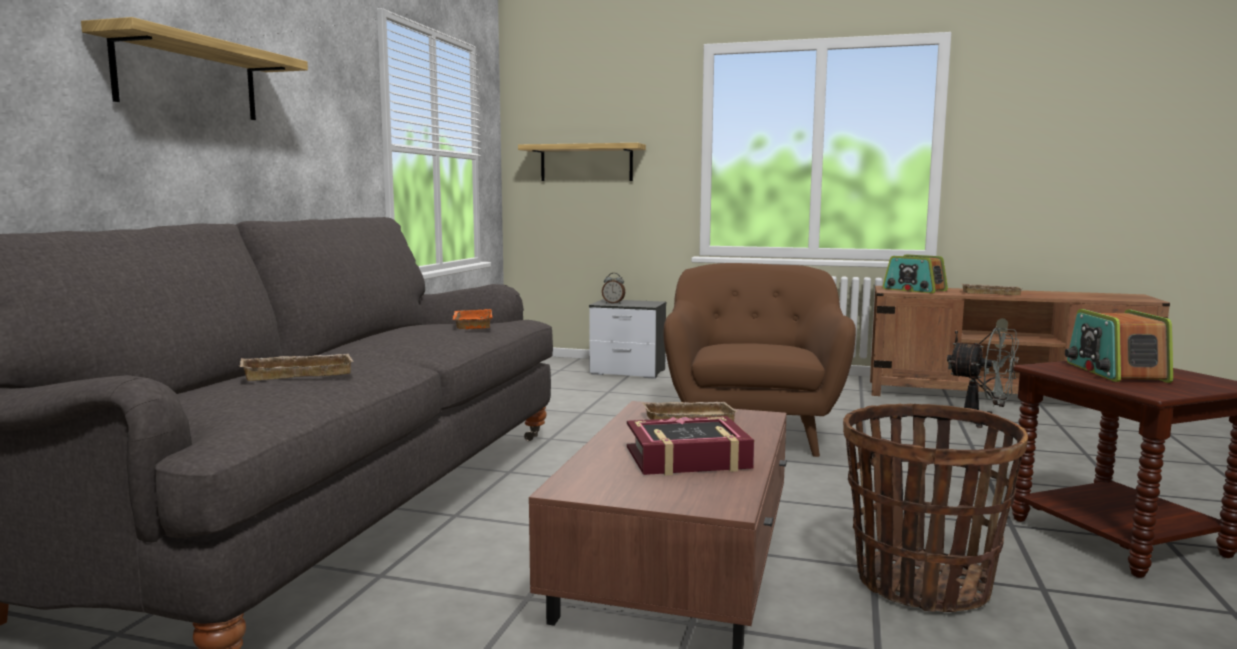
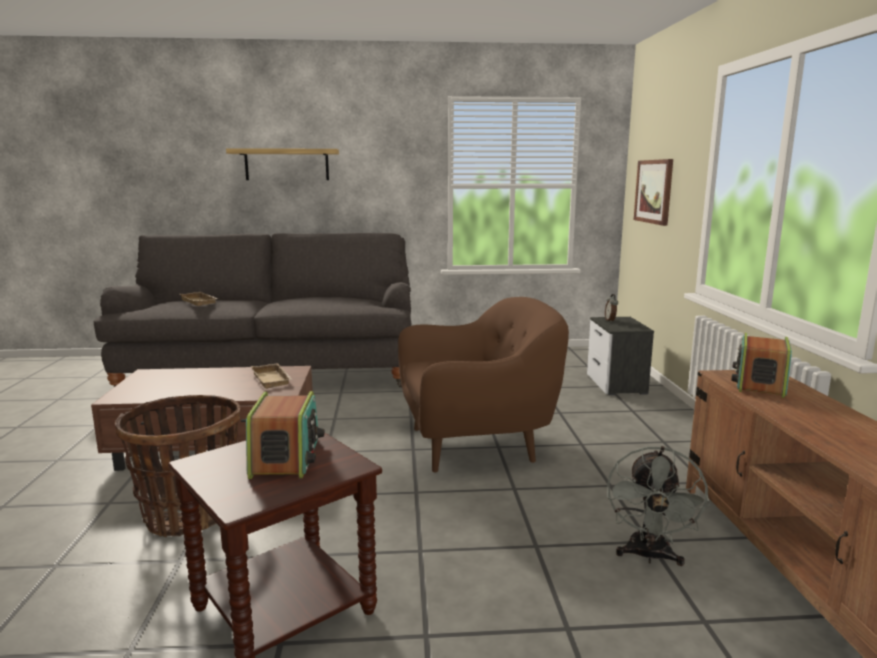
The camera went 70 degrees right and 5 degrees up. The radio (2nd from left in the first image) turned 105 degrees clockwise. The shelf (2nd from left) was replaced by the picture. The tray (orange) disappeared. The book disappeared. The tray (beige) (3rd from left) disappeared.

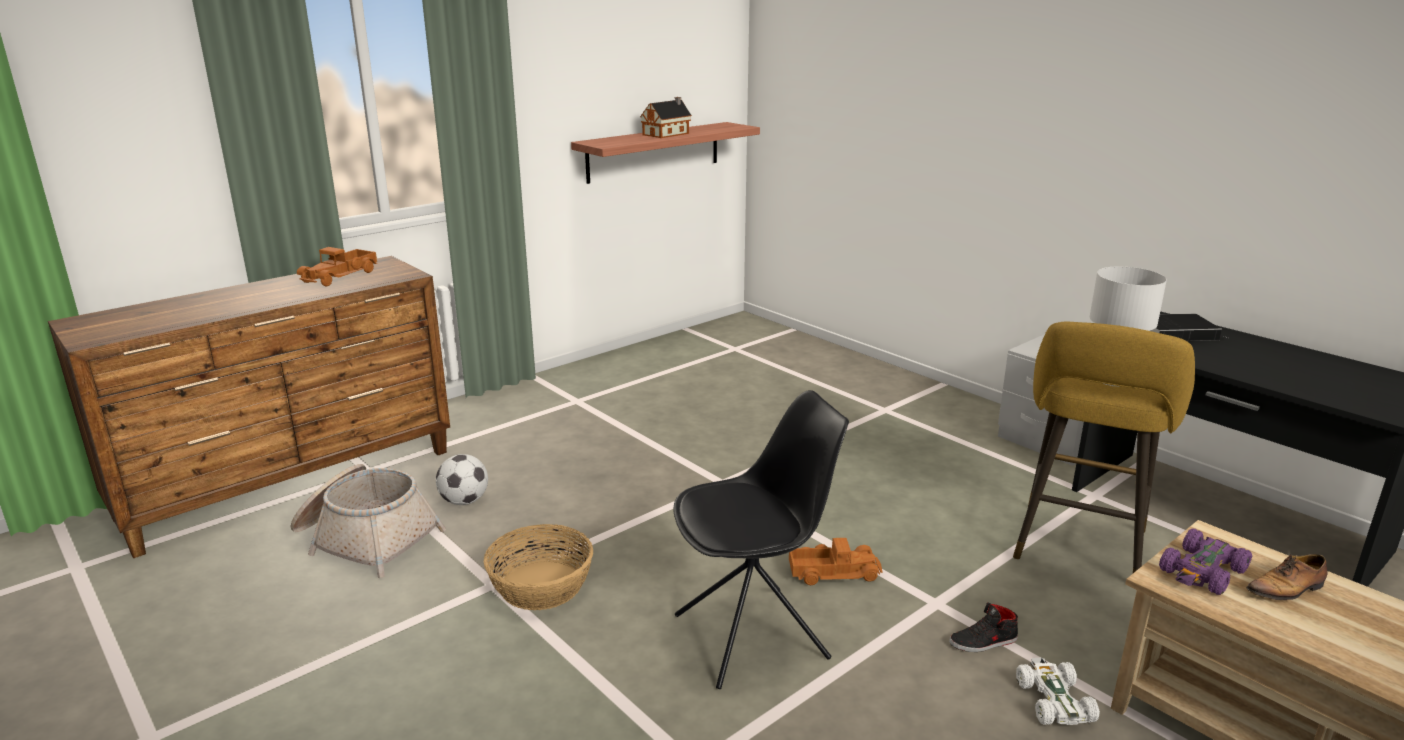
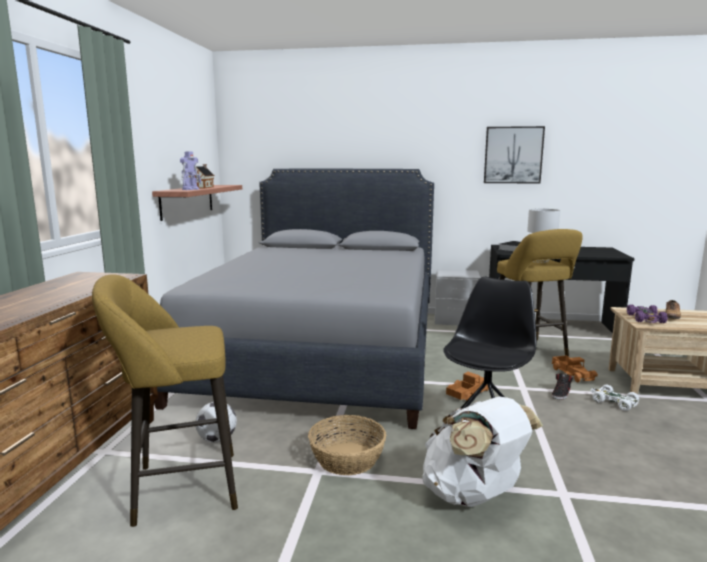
The camera went 40 degrees left and 10 degrees down. The basket (1st from left) was replaced by the stool (yellow) (1st from left). The bed (grey) appeared. The toy robot appeared. The backpack (white) appeared. The picture appeared. The toy truck (1st from left in the first image) moved.

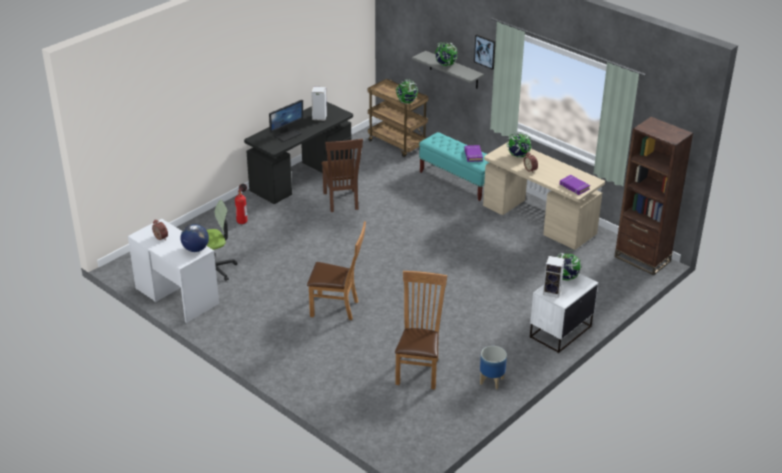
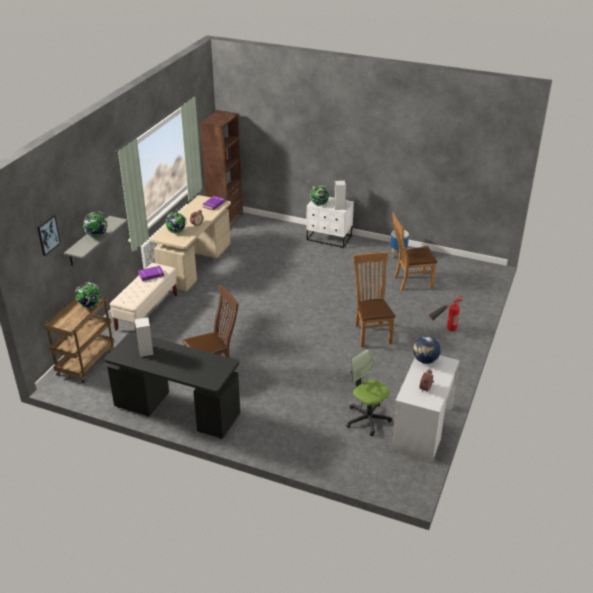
The camera went 110 degrees left and 0 degrees up. The picture moved. The bench (turquoise) became the bench (beige). The fire extinguisher moved. The monitor disappeared.

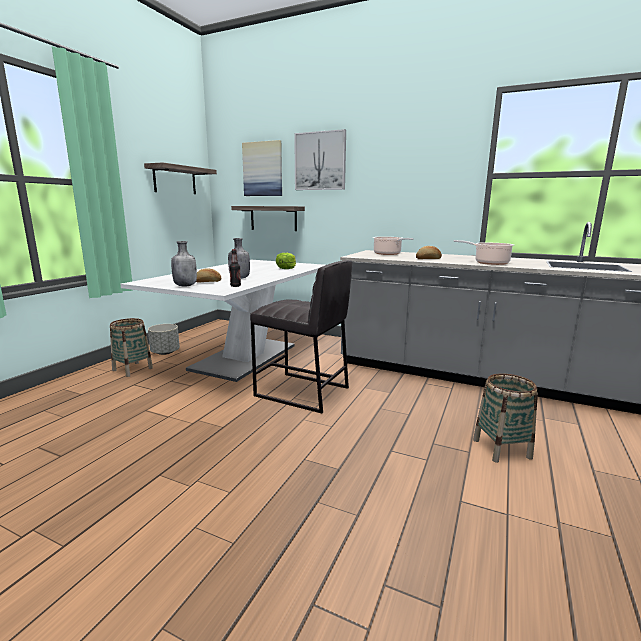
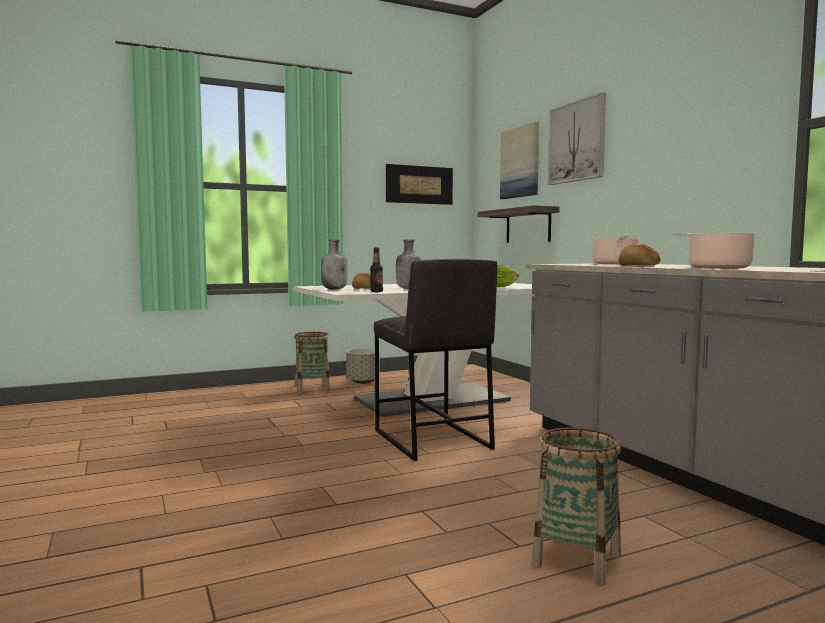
The camera went 40 degrees right and 10 degrees down. The shelf (1st from left) was replaced by the picture (1st from left).

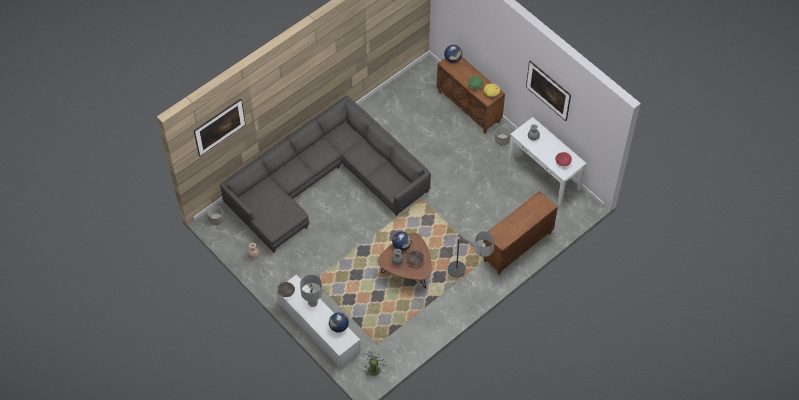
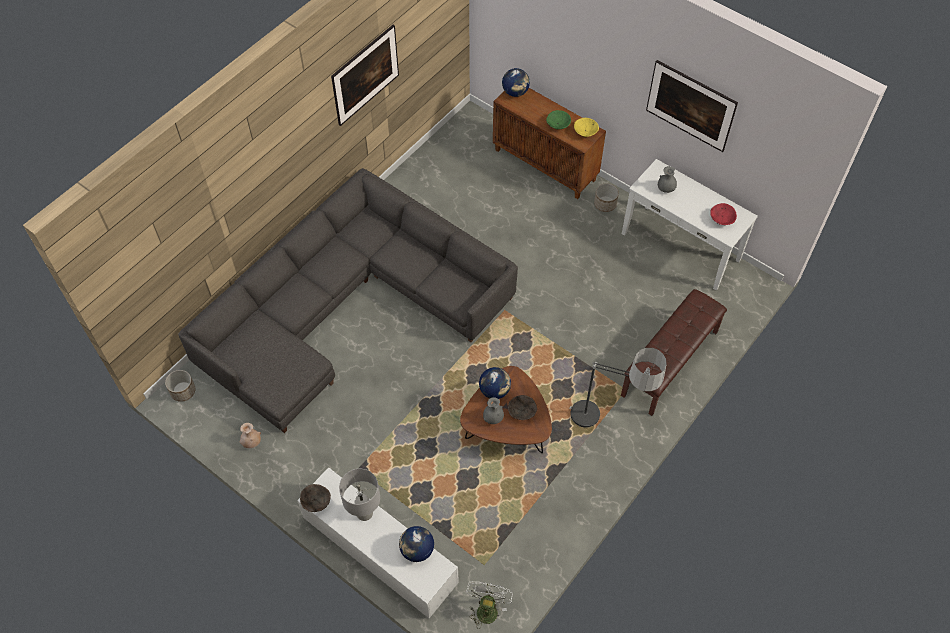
The camera went 10 degrees left and 0 degrees up. The picture (1st from left) moved. The cabinet (brown) (2nd from left) was replaced by the bench (brown).

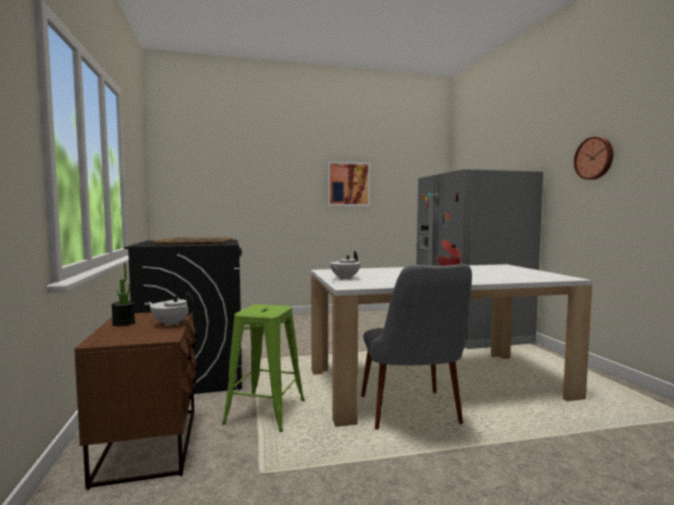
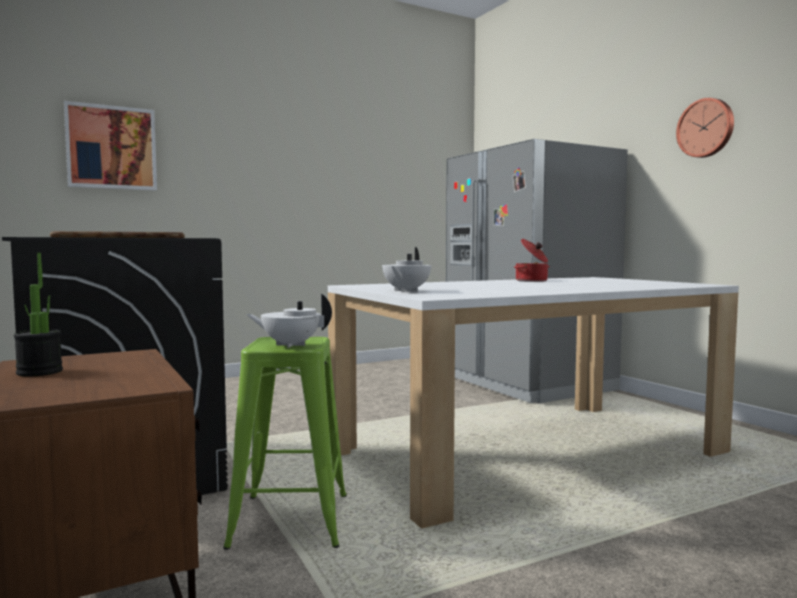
The camera went 15 degrees left and 0 degrees up. The picture moved. The teapot (white) (1st from left) moved. The chair (grey) disappeared.

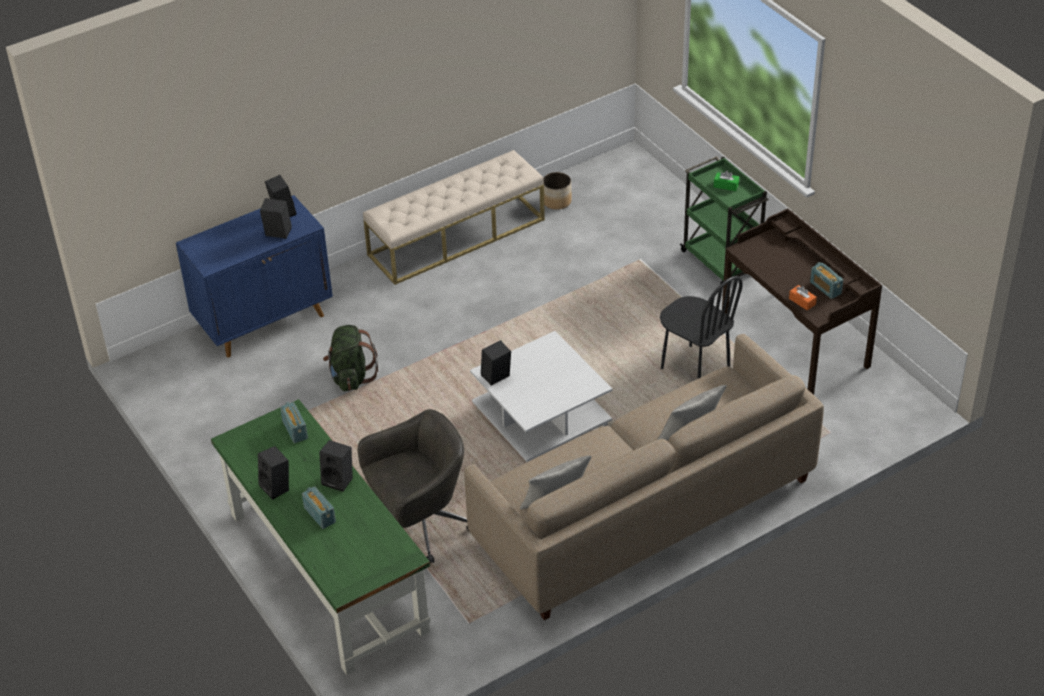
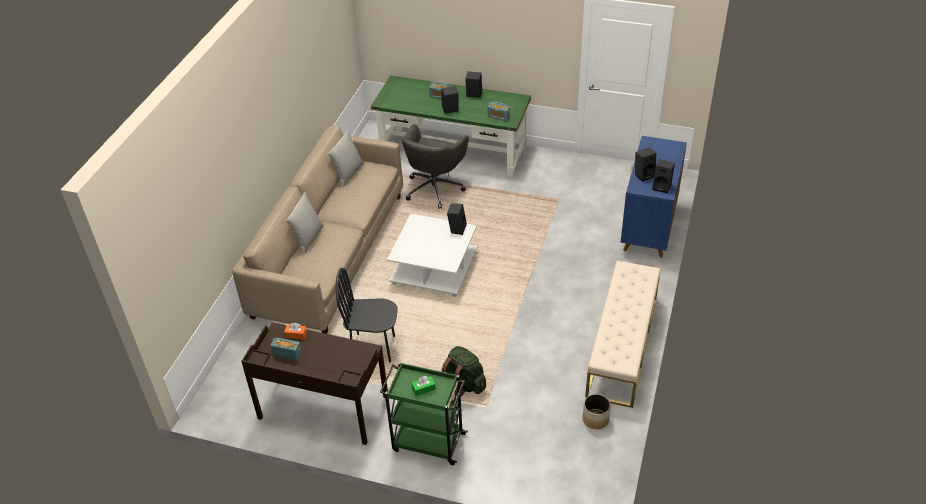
The camera went 140 degrees right and 0 degrees up. The backpack (green) moved.

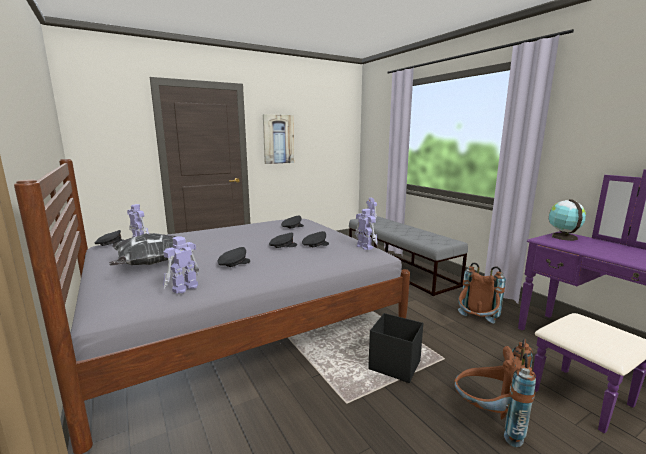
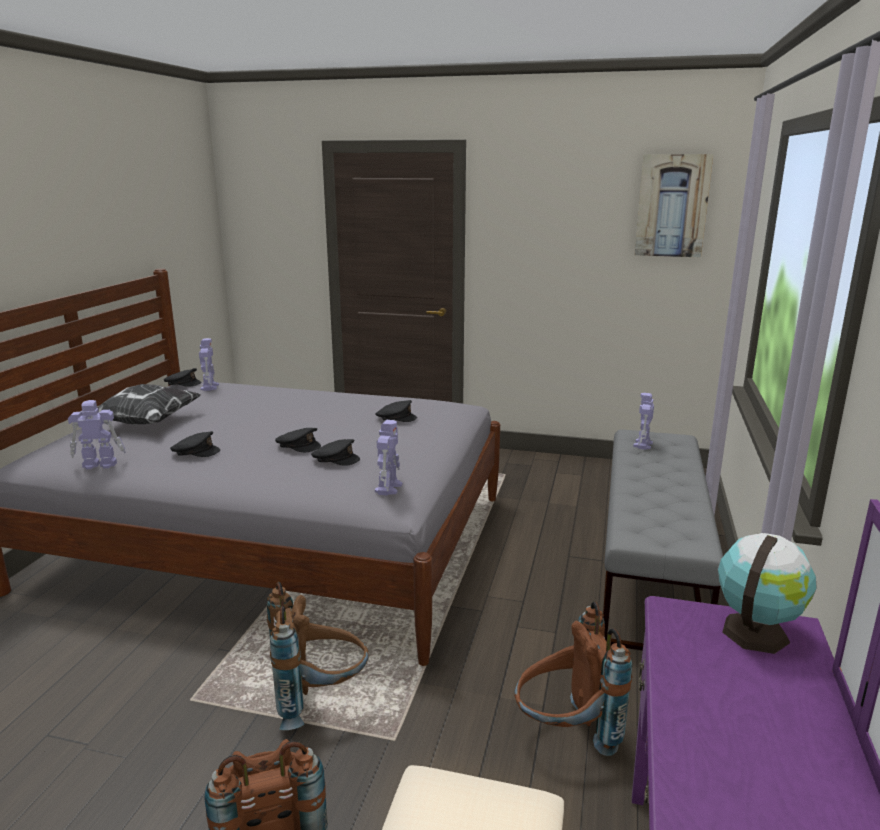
The camera went 45 degrees right and 5 degrees up. The storage box (black) was replaced by the backpack (brown) (2nd from left). The picture moved.

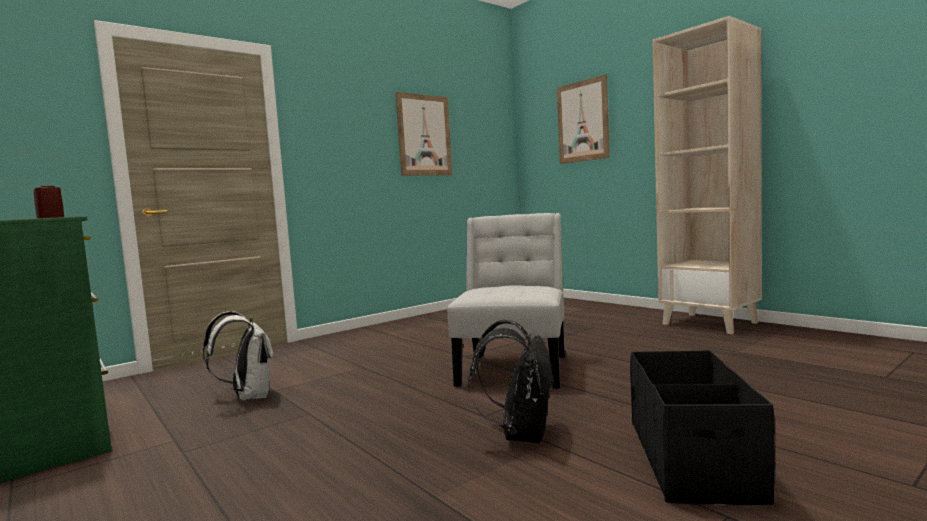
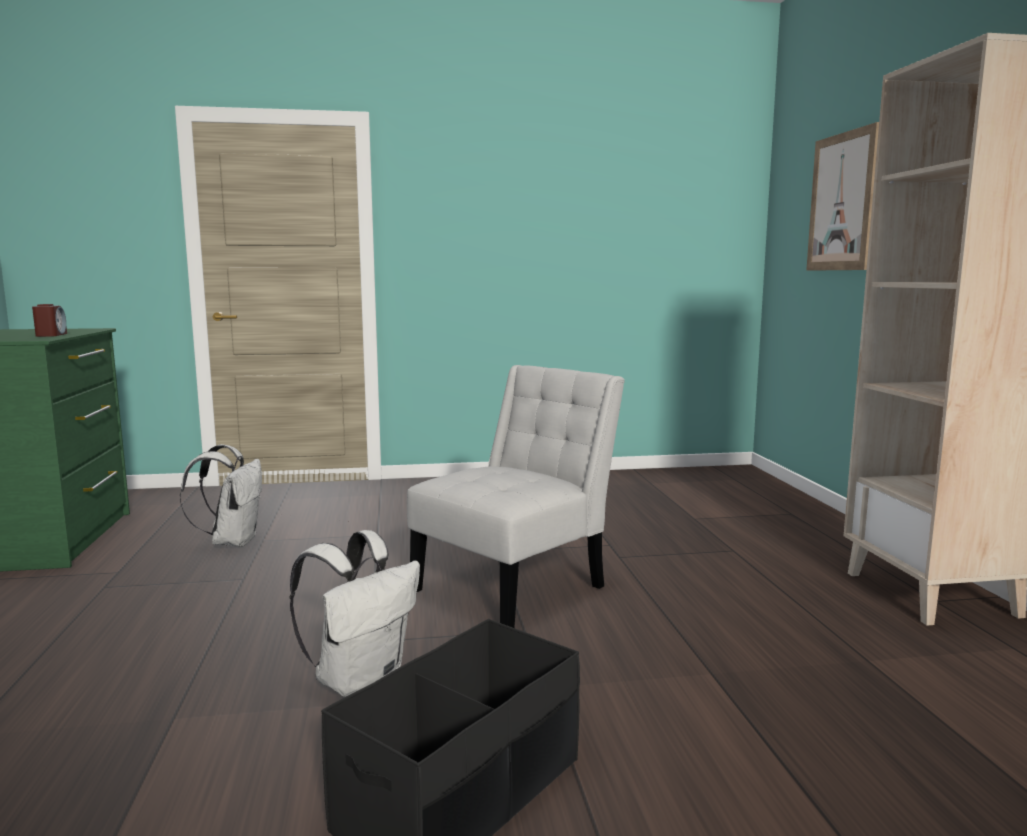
The camera went 30 degrees right and 5 degrees up. The backpack (black) became the backpack (white) (2nd from left). The picture (1st from left) disappeared.

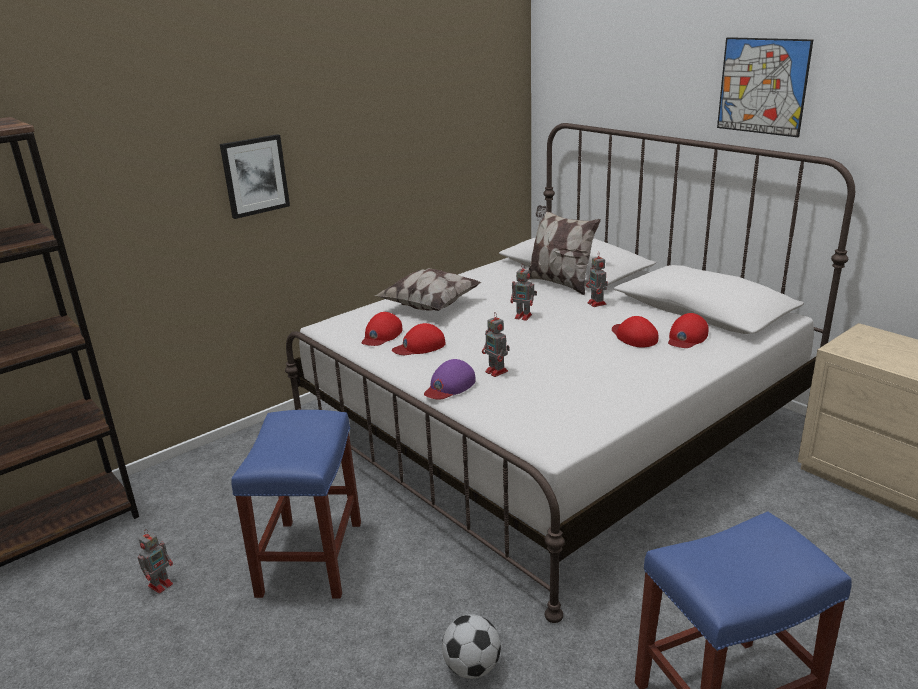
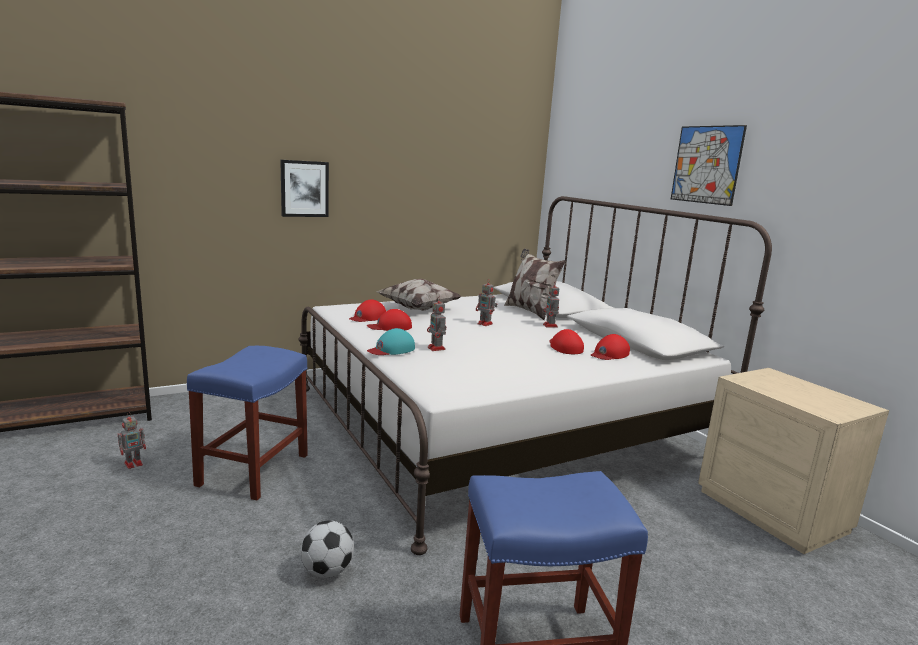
The camera went 10 degrees right and 10 degrees down. The cap (purple) became the cap (turquoise).

